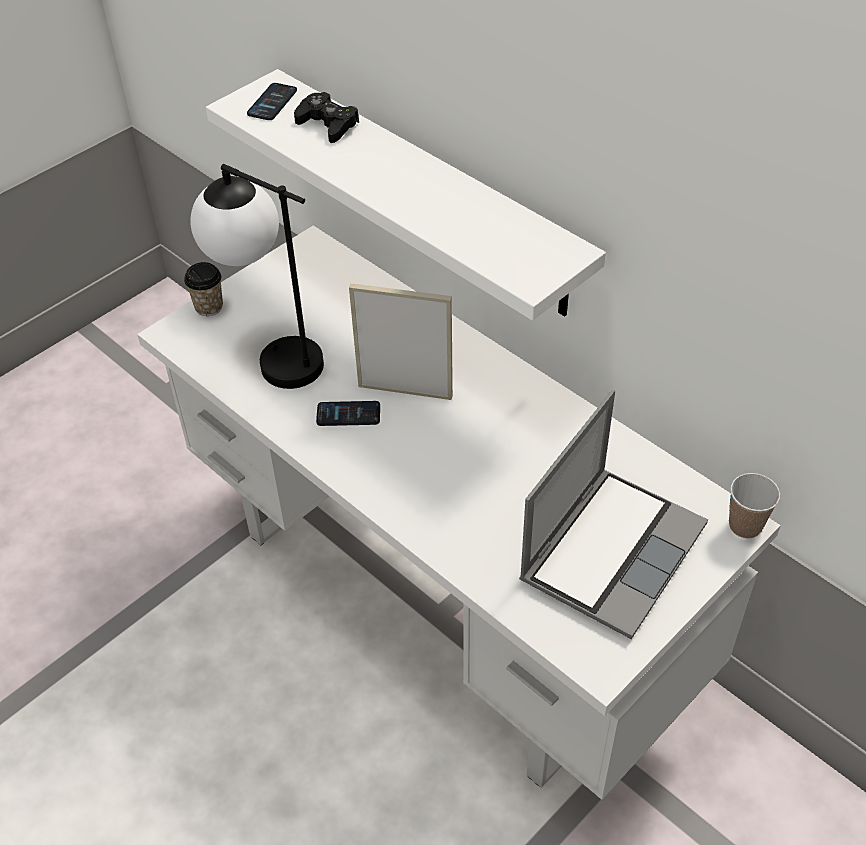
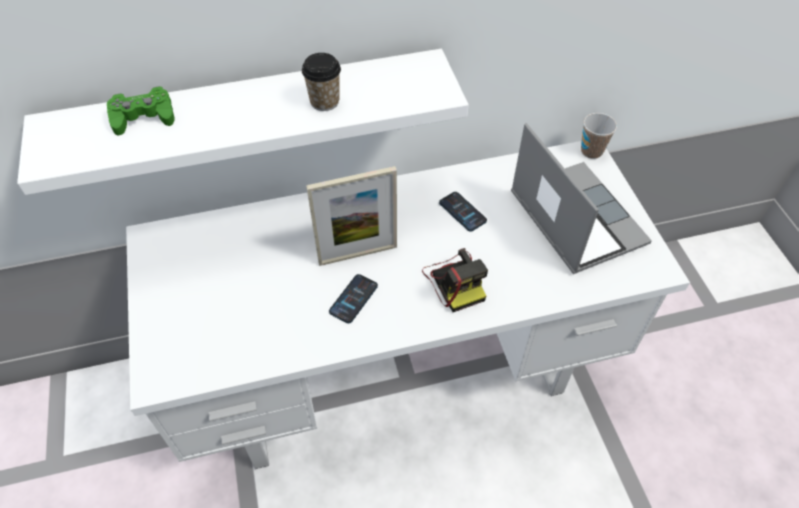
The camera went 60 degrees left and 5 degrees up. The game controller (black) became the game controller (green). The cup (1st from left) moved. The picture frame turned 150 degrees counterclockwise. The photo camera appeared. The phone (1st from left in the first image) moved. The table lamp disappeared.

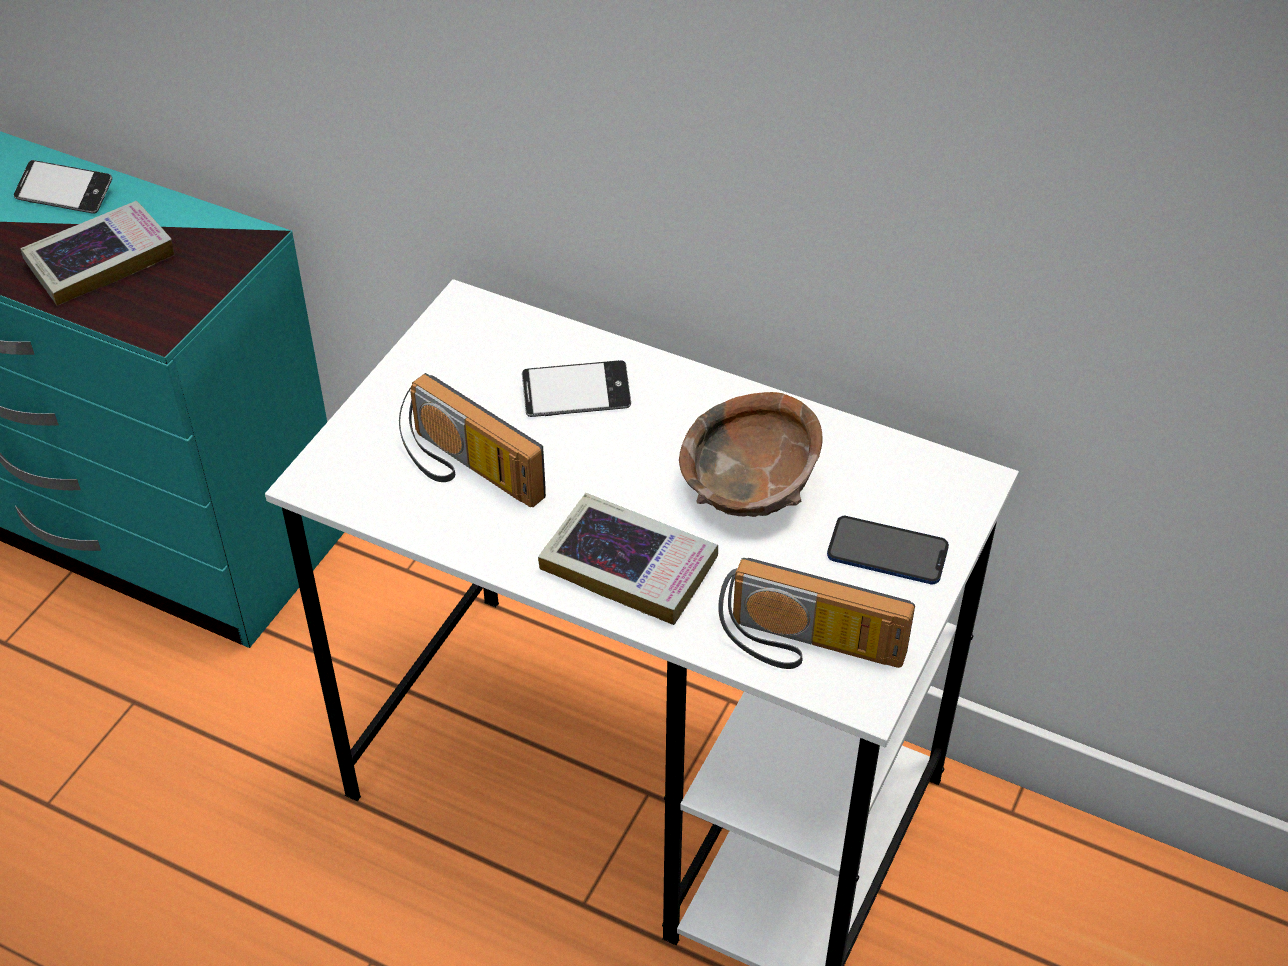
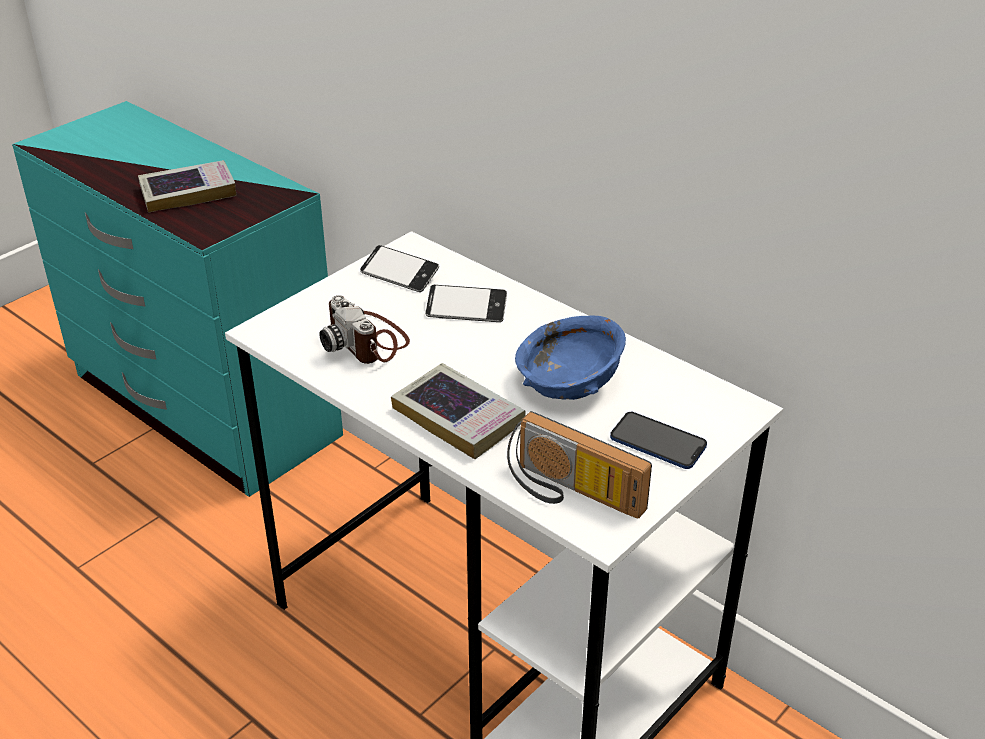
The camera went 15 degrees right and 10 degrees down. The radio (1st from left) was replaced by the photo camera. The phone (1st from left) moved. The bowl (brown) became the bowl (blue).

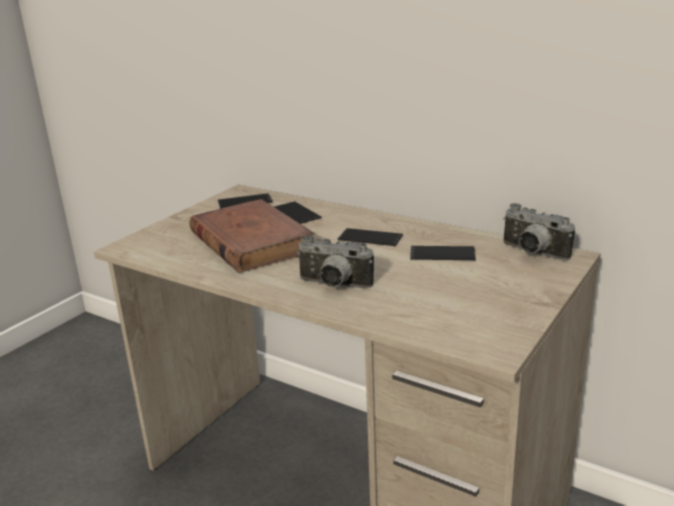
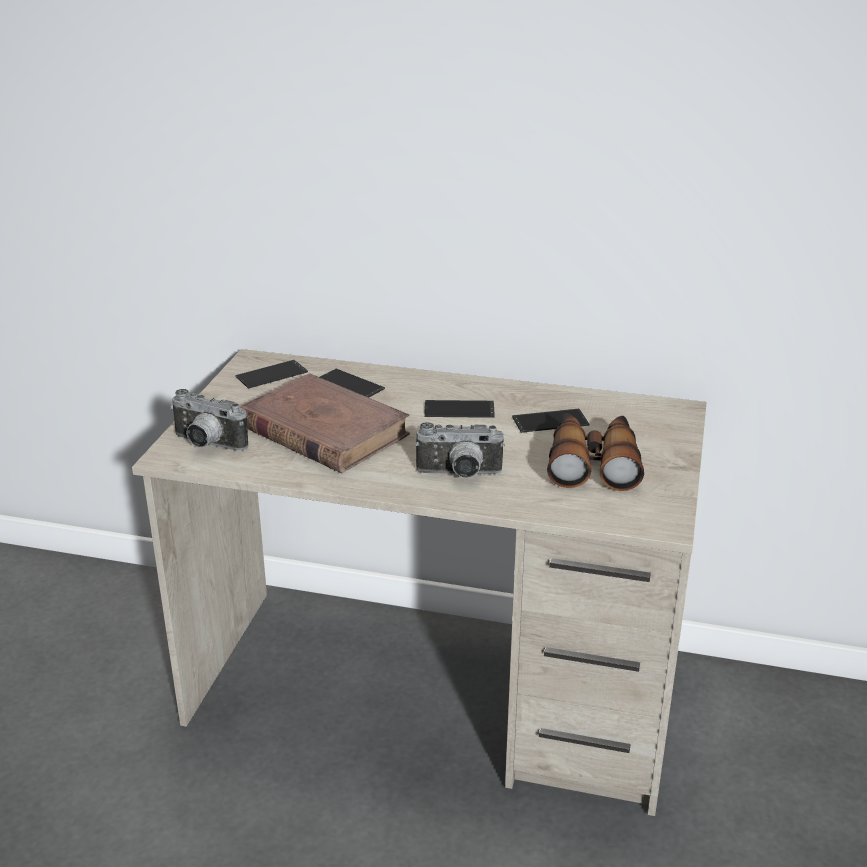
The camera went 20 degrees left and 5 degrees up. The photo camera (2nd from left in the first image) moved. The binoculars appeared.

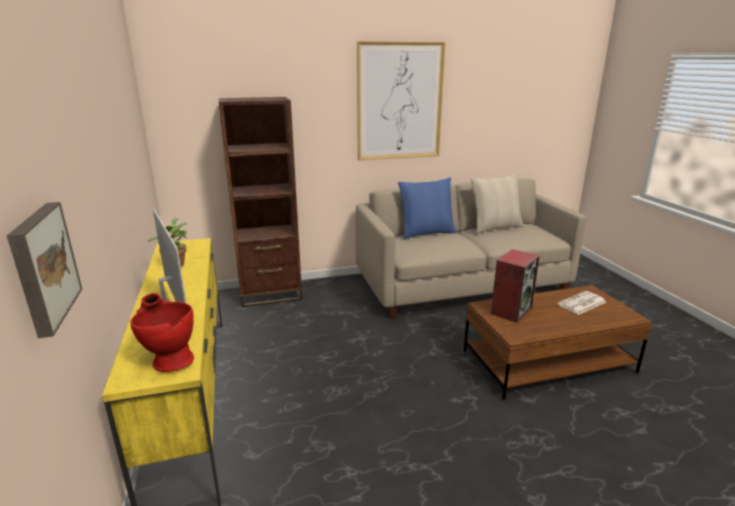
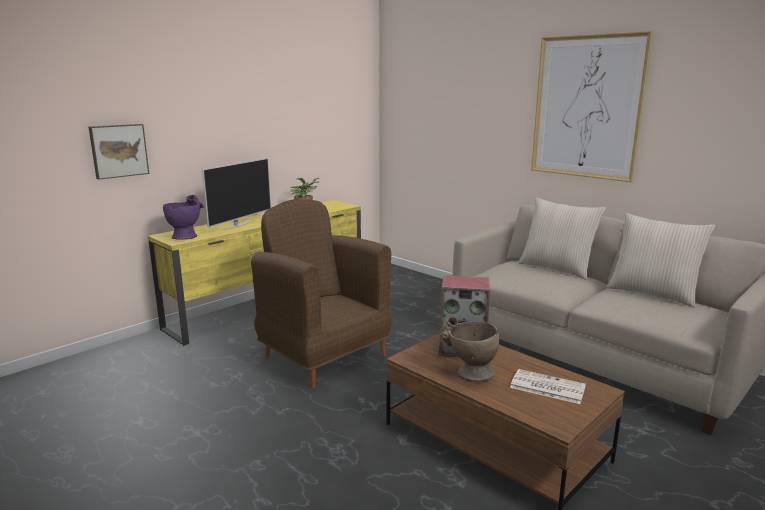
The camera went 60 degrees right and 5 degrees down. The vase (red) became the vase (purple). The armchair (brown) appeared. The vase (beige) appeared. The pillow (blue) became the pillow (beige) (1st from left). The bookcase (brown) disappeared.

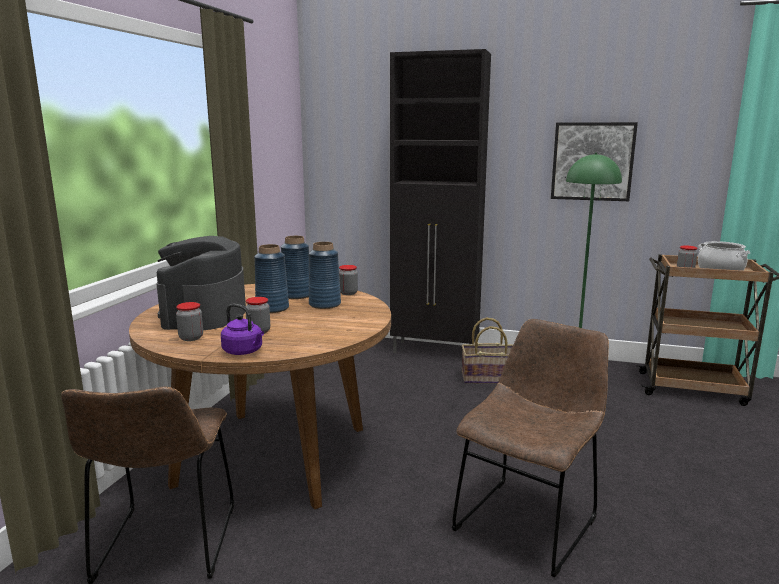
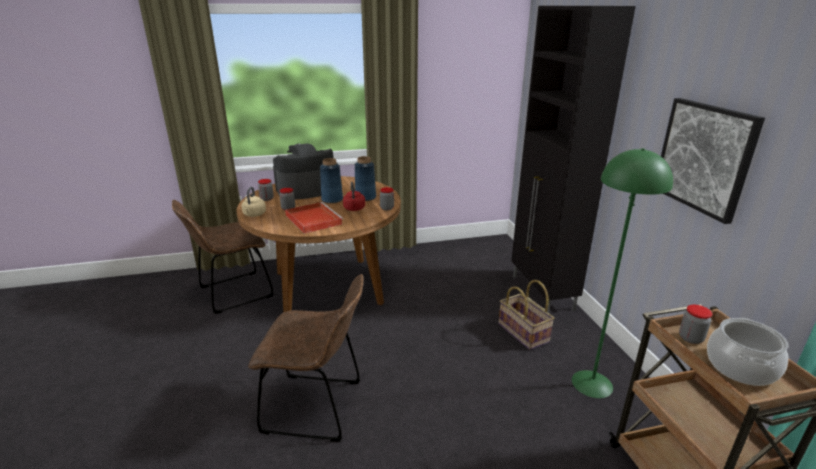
The camera went 60 degrees right and 10 degrees up. The kettle (purple) became the kettle (beige). The tray (red) appeared. The vase (blue) (3rd from left) was replaced by the kettle (red).

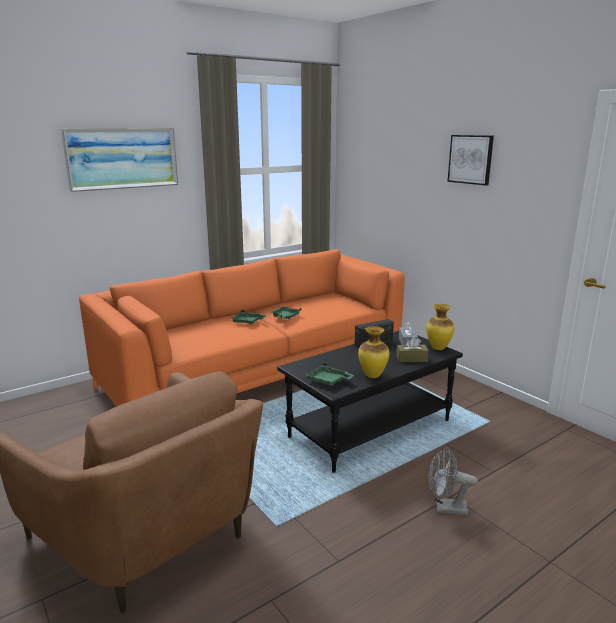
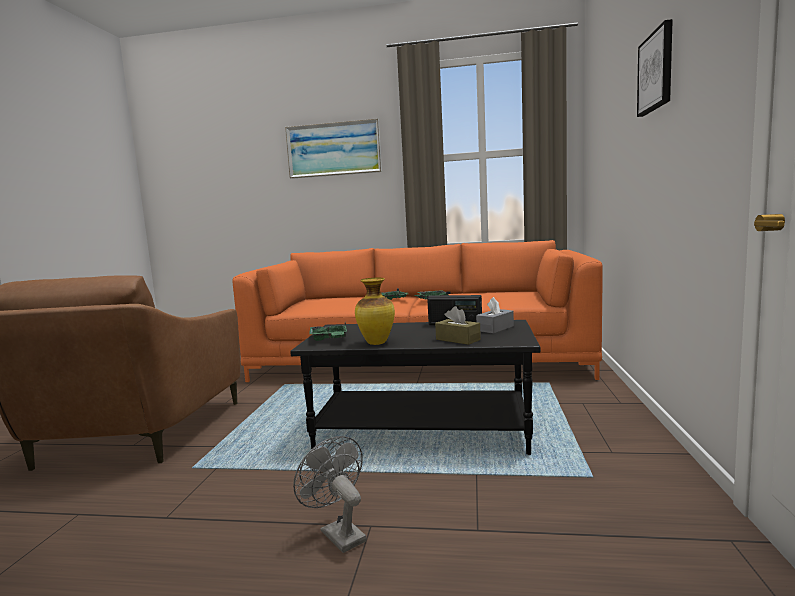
The camera went 45 degrees right and 10 degrees down. The vase (2nd from left) disappeared.

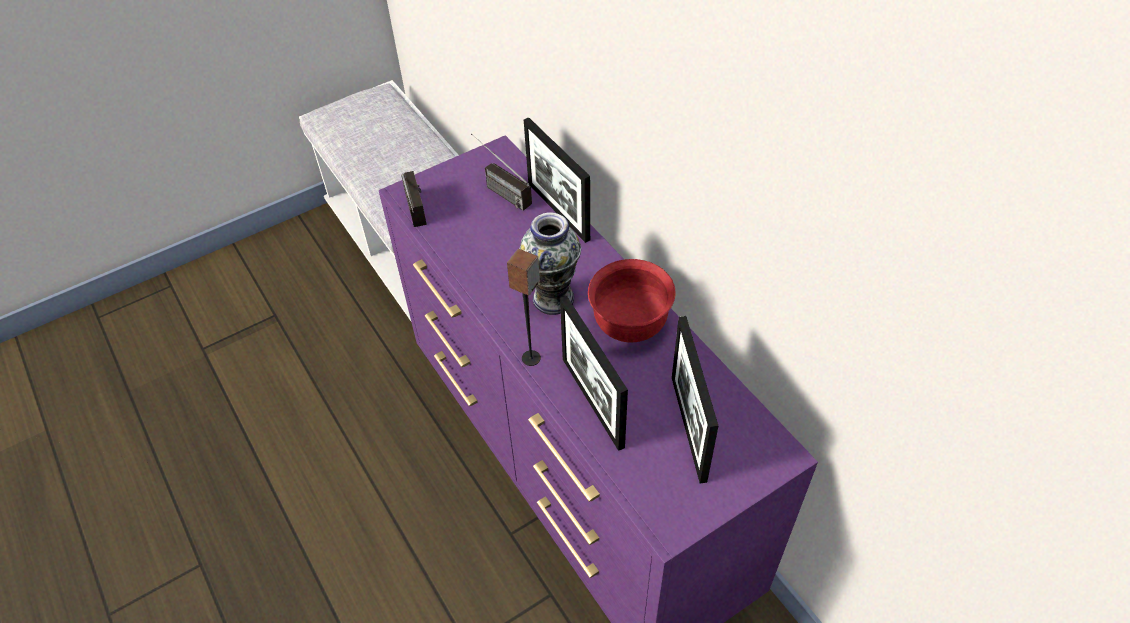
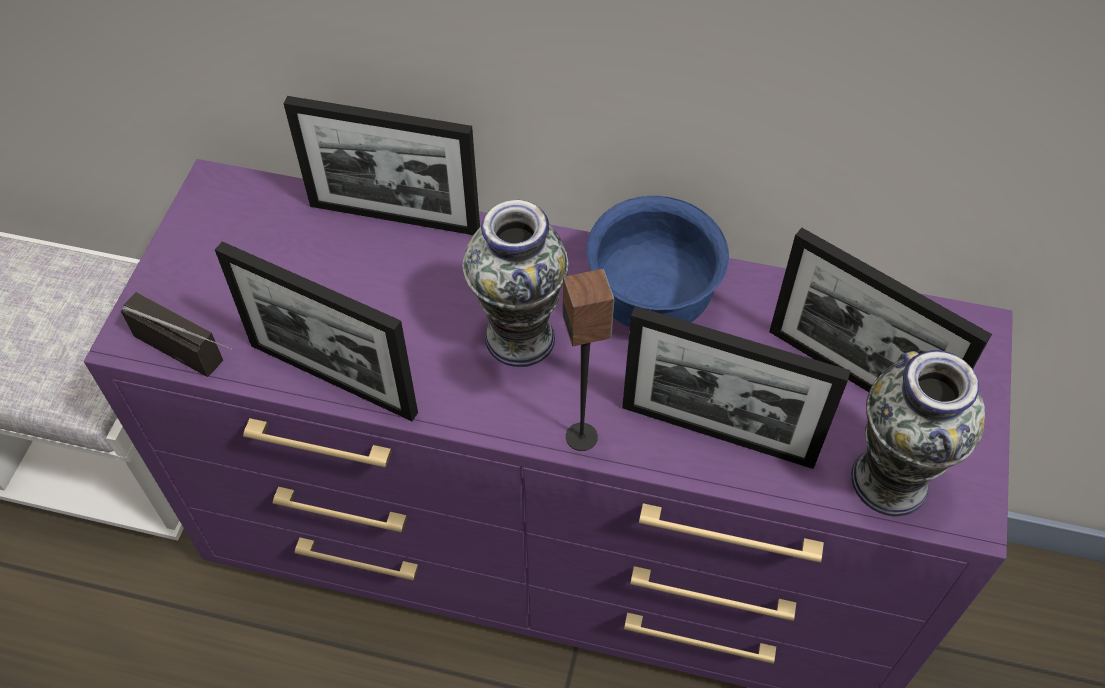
The camera went 45 degrees left and 5 degrees up. The picture frame (1st from left) appeared. The bowl (red) became the bowl (blue). The vase (2nd from left) appeared. The radio (2nd from left) disappeared.

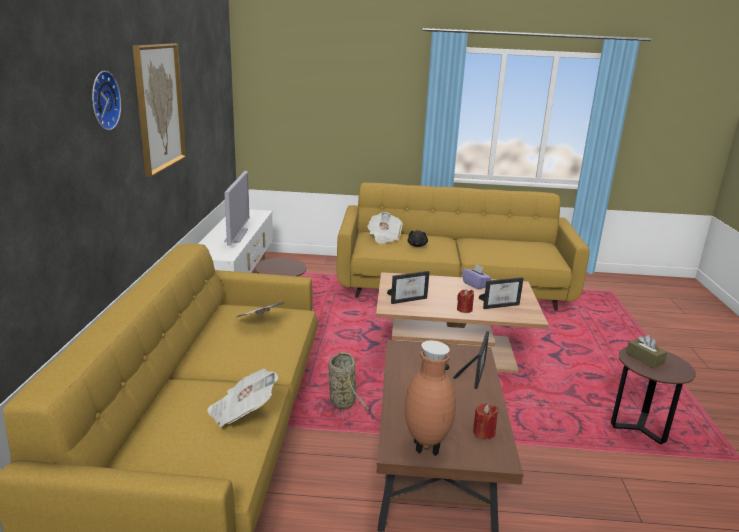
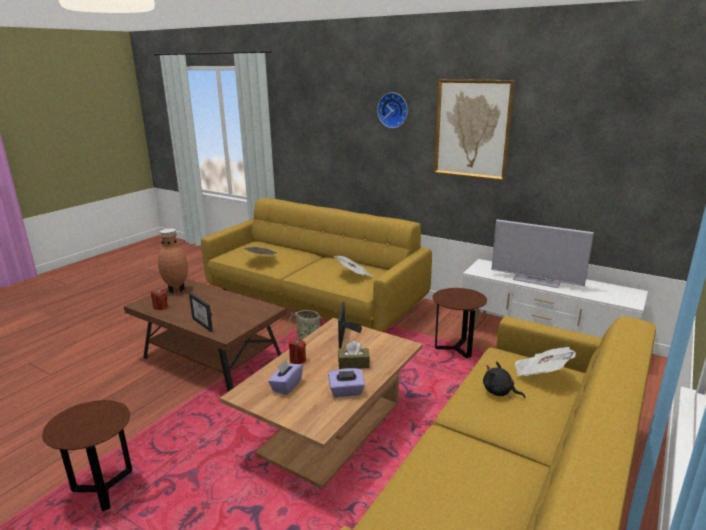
The camera went 120 degrees right and 0 degrees up. The picture frame (3rd from left) was replaced by the tissue box (purple) (1st from left). The tissue box (brown) moved.

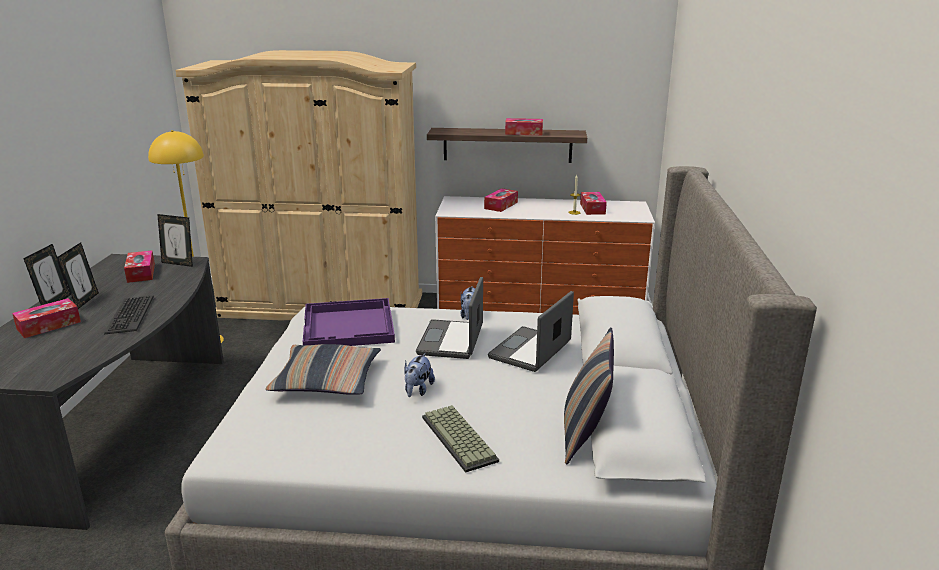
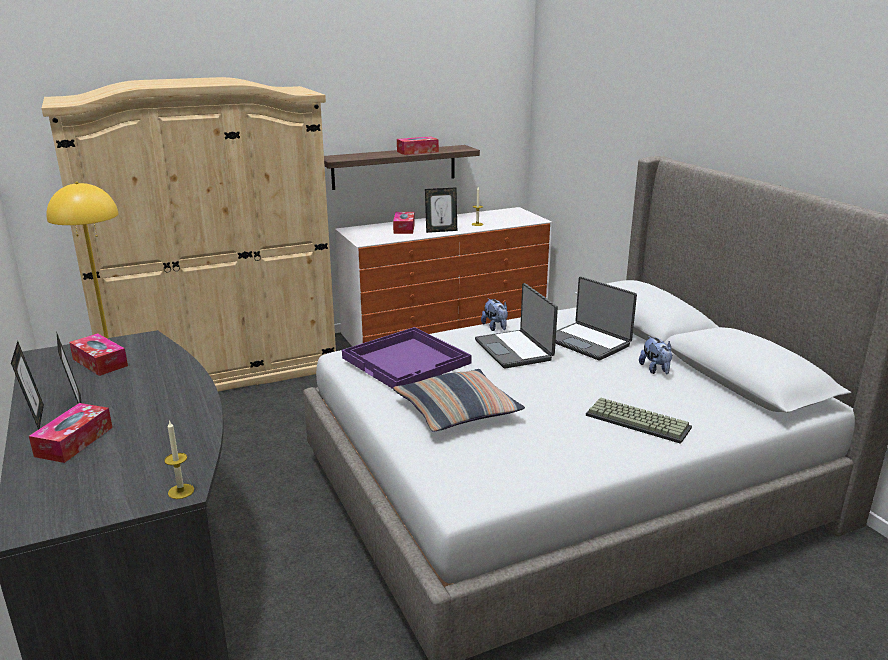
The camera went 30 degrees left and 0 degrees up. The candle (1st from left) appeared. The picture frame (3rd from left) moved. The laptop (2nd from left) turned 45 degrees counterclockwise. The plush toy (1st from left in the first image) moved. The keyboard (1st from left) disappeared. The pillow (2nd from left) disappeared. The tissue box (5th from left) disappeared.

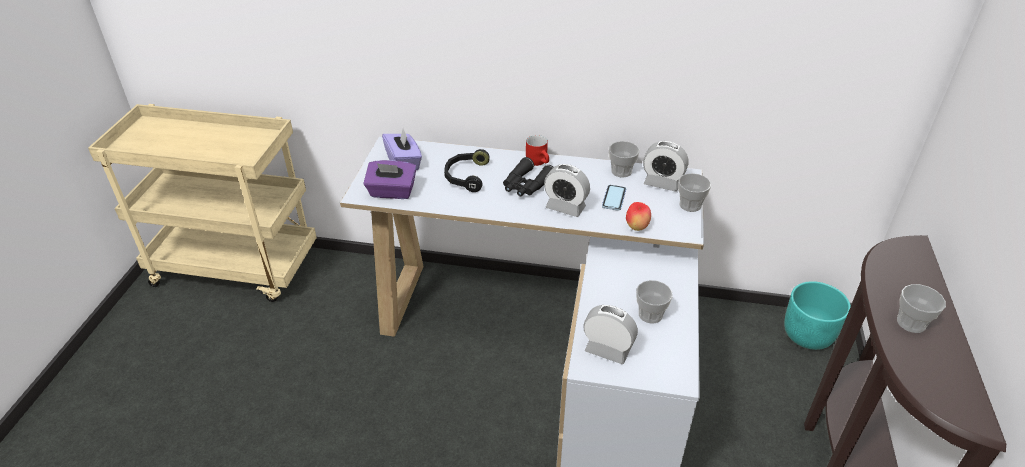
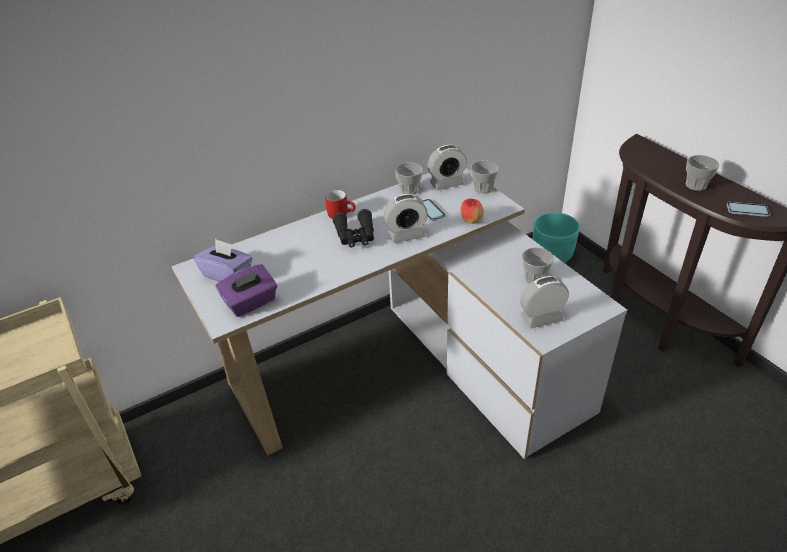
The camera went 40 degrees left and 0 degrees up. The phone (2nd from left) appeared. The headphones (black) disappeared.

